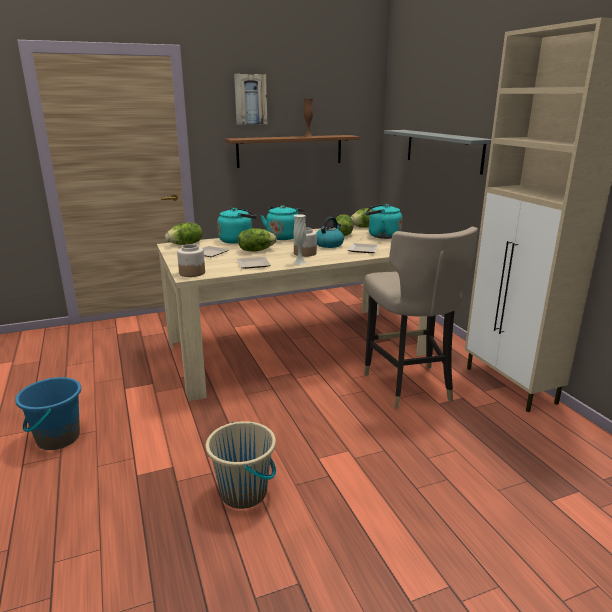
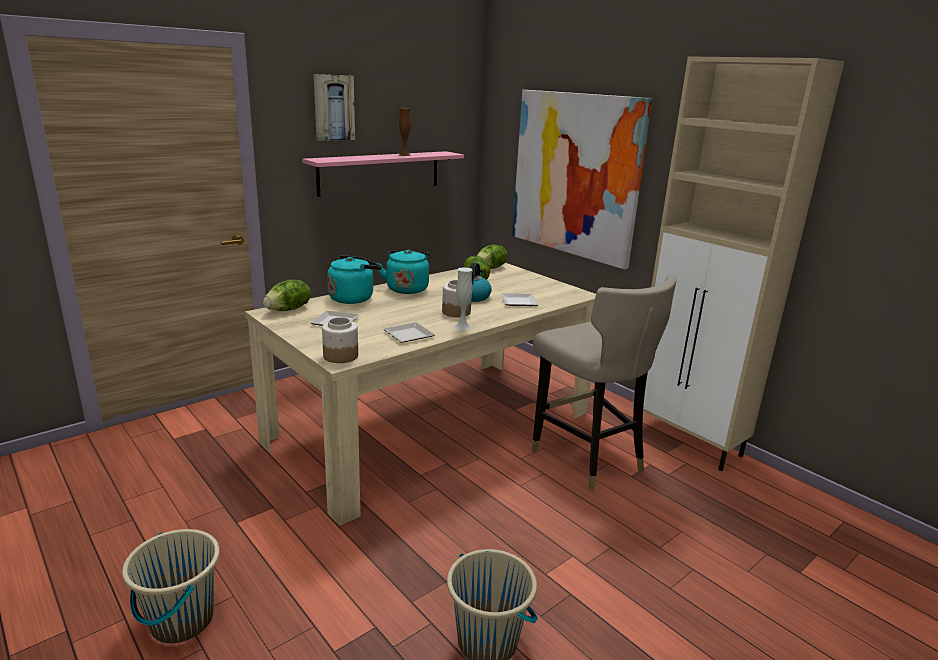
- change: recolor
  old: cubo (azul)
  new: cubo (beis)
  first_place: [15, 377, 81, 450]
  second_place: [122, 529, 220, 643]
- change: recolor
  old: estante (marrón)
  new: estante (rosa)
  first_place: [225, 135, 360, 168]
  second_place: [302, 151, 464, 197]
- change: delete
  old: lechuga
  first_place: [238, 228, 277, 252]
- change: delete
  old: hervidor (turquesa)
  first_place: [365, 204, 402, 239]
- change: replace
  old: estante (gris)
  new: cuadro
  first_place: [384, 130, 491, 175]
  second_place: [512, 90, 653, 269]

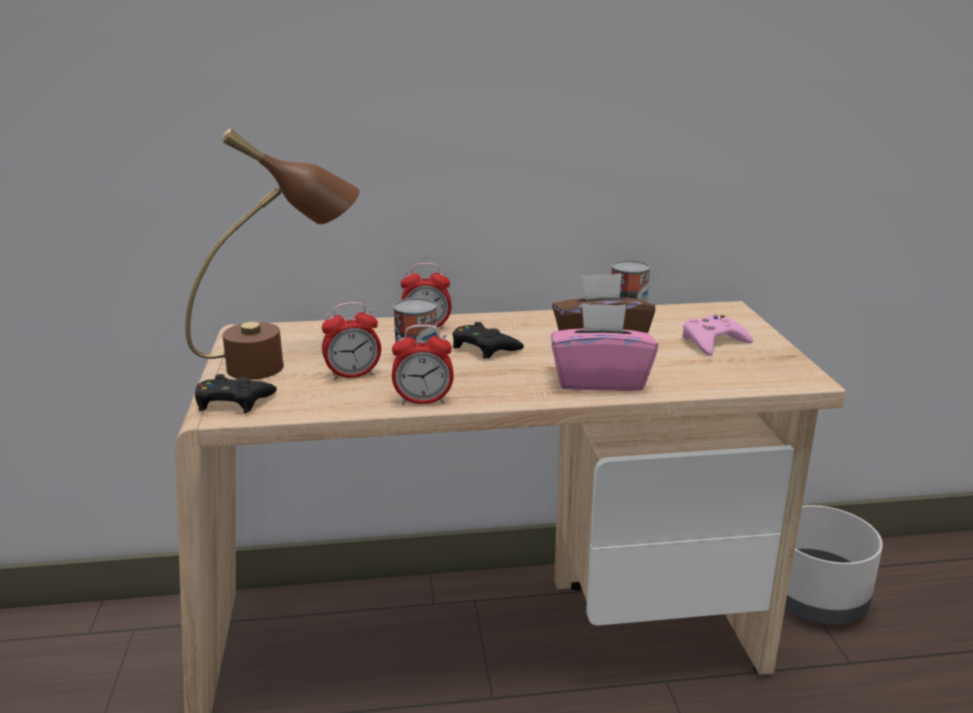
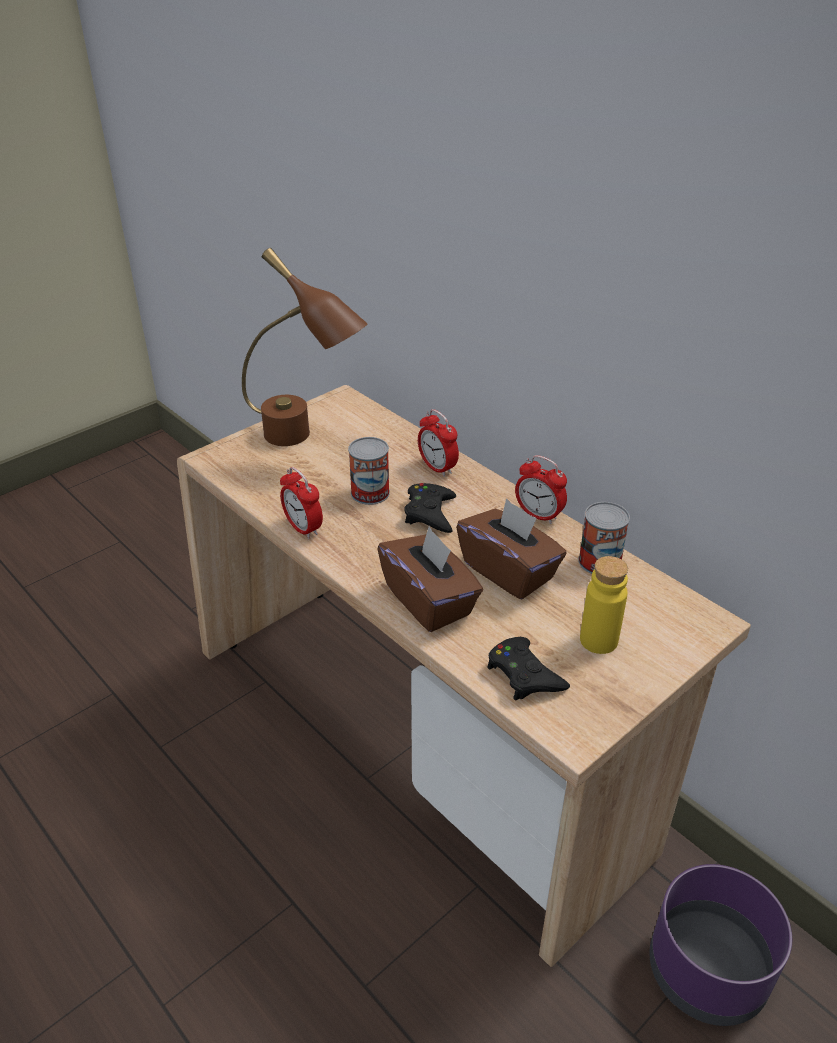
- change: move
  old: mando de consola (negro)
  first_place: [195, 374, 277, 413]
  second_place: [487, 637, 570, 700]
- change: move
  old: despertador
  first_place: [322, 302, 381, 380]
  second_place: [515, 455, 567, 524]
- change: recolor
  old: caja de pañuelos (rosa)
  new: caja de pañuelos (marrón)
  first_place: [551, 303, 658, 391]
  second_place: [377, 526, 483, 632]
- change: replace
  old: mando de consola (rosa)
  new: botella (amarillo)
  first_place: [682, 314, 753, 356]
  second_place: [580, 556, 628, 654]
- change: recolor
  old: maceta (gris)
  new: maceta (morado)
  first_place: [785, 505, 883, 625]
  second_place: [649, 864, 792, 1026]

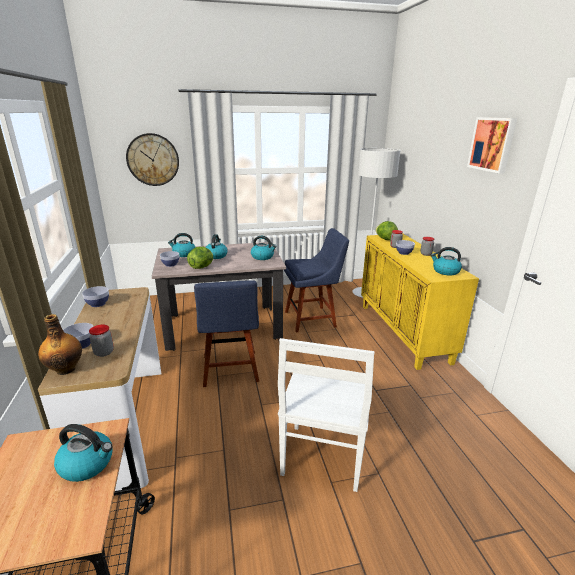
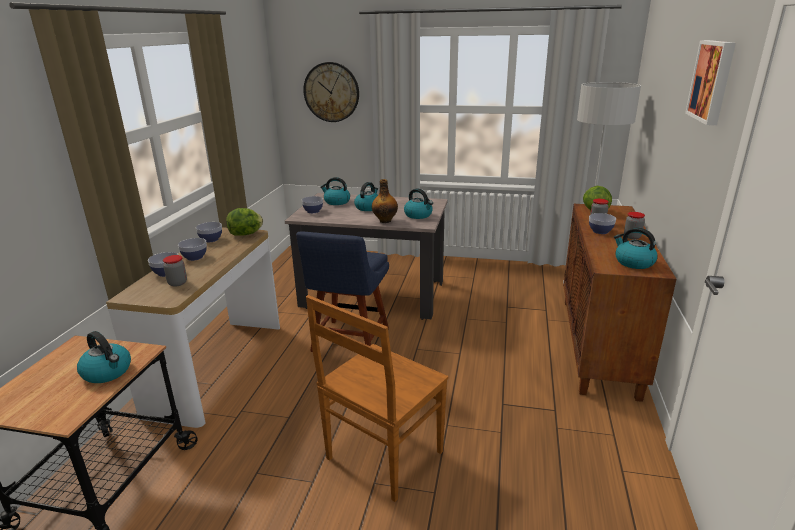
- change: move
  old: botella
  first_place: [38, 314, 82, 375]
  second_place: [372, 179, 398, 223]
- change: move
  old: lechuga
  first_place: [187, 247, 213, 269]
  second_place: [226, 208, 263, 236]
- change: recolor
  old: silla (blanco)
  new: silla (marrón)
  first_place: [278, 338, 374, 492]
  second_place: [306, 295, 448, 502]
- change: delete
  old: silla (azul)
  first_place: [284, 228, 349, 332]
- change: recolor
  old: armario (amarillo)
  new: armario (marrón)
  first_place: [361, 234, 479, 370]
  second_place: [563, 204, 676, 402]
- change: insert
  new: cuenco
  second_place: [178, 238, 207, 261]

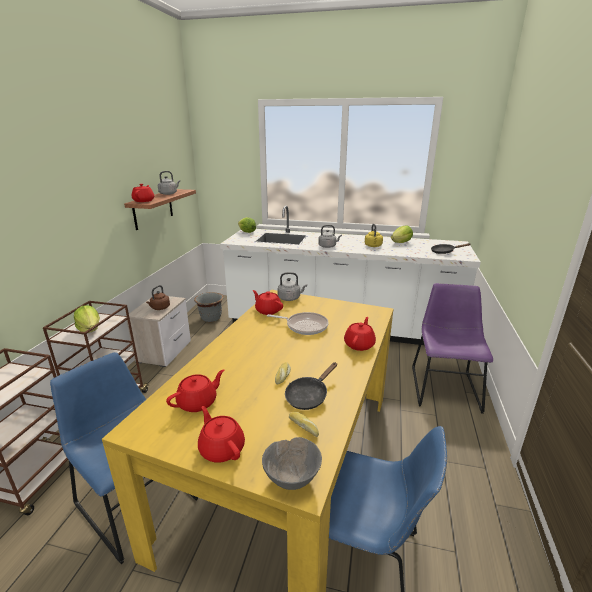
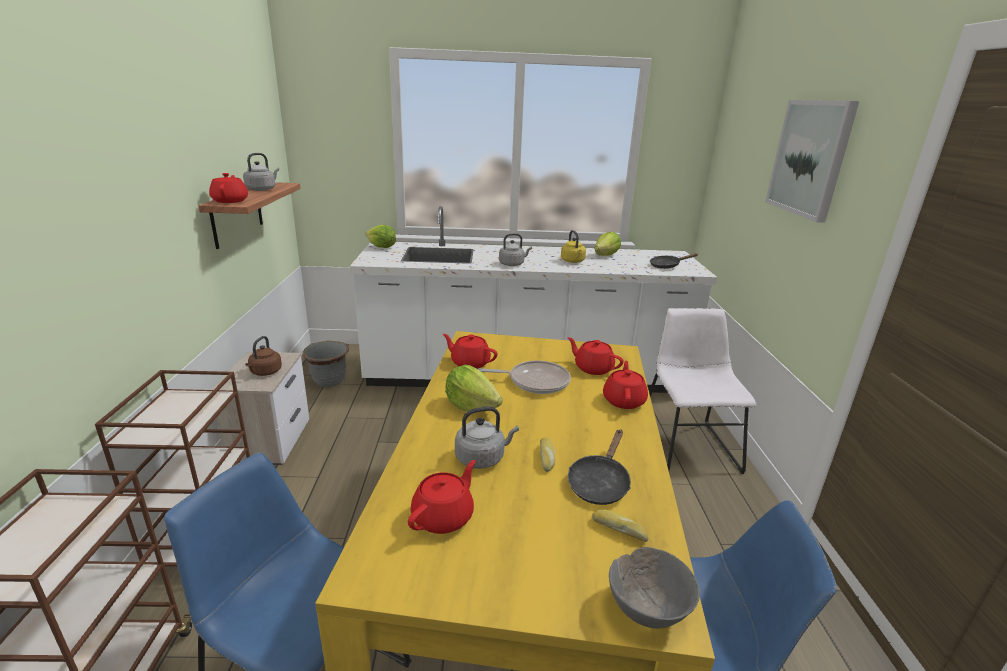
- change: move
  old: lechuga
  first_place: [74, 305, 100, 333]
  second_place: [445, 365, 503, 412]
- change: move
  old: tetera (rojo)
  first_place: [198, 406, 245, 462]
  second_place: [567, 337, 624, 375]
- change: move
  old: hervidor (gris)
  first_place: [278, 272, 307, 301]
  second_place: [455, 406, 519, 469]
- change: recolor
  old: silla (morado)
  new: silla (blanco)
  first_place: [412, 283, 493, 414]
  second_place: [649, 308, 756, 474]
- change: insert
  new: cuadro
  second_place: [765, 100, 859, 223]

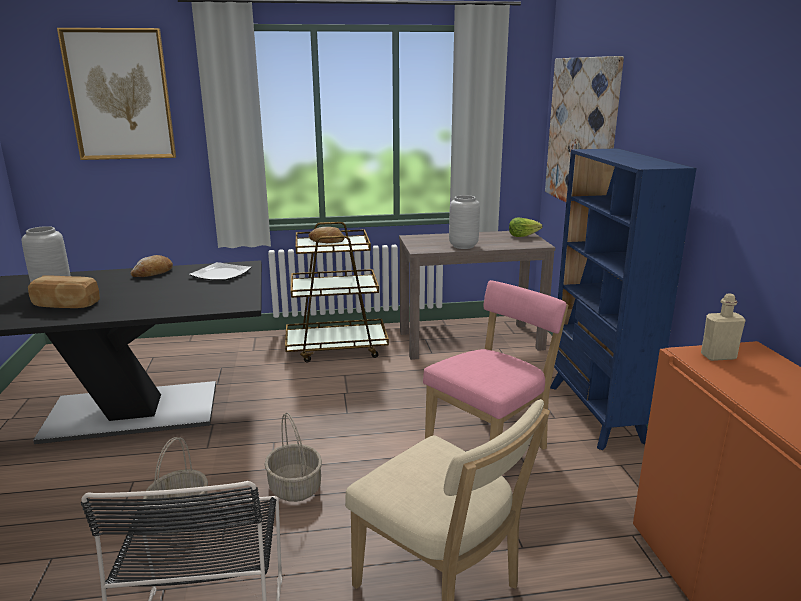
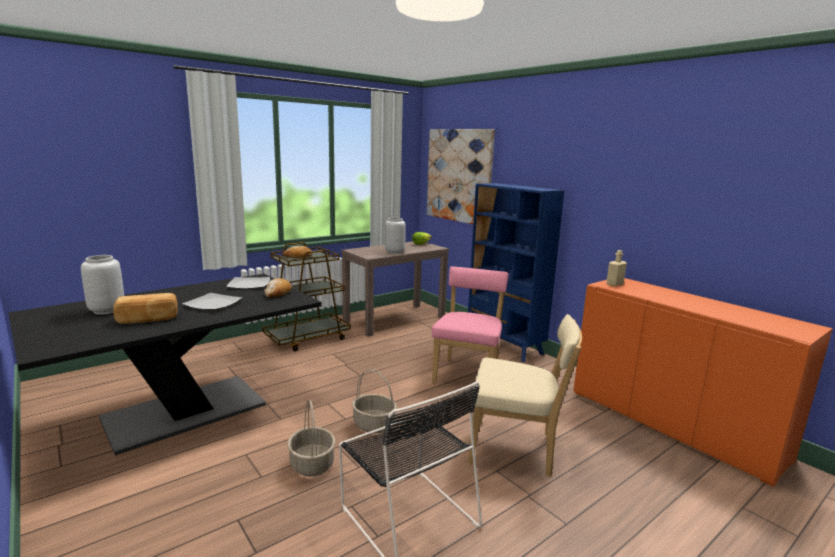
- change: delete
  old: cuadro
  first_place: [57, 28, 176, 160]
- change: move
  old: pan
  first_place: [131, 255, 173, 277]
  second_place: [264, 278, 292, 298]
- change: insert
  new: plato
  second_place: [182, 293, 242, 310]

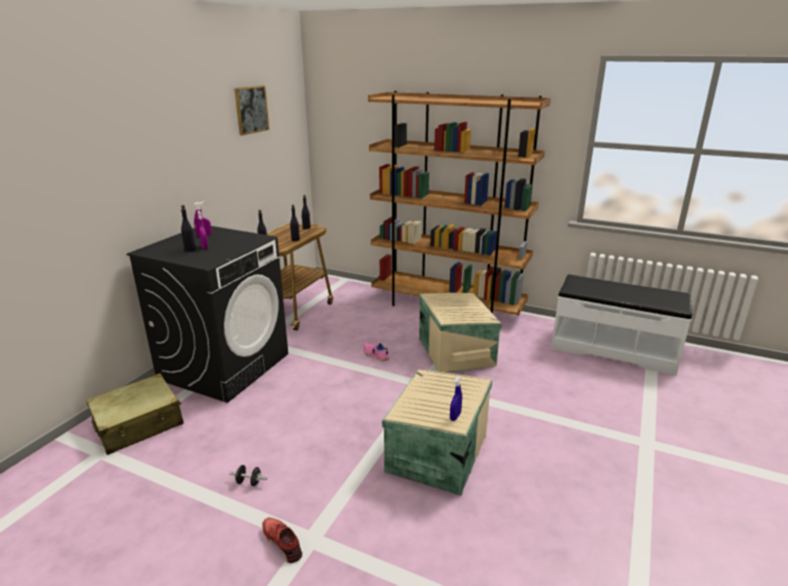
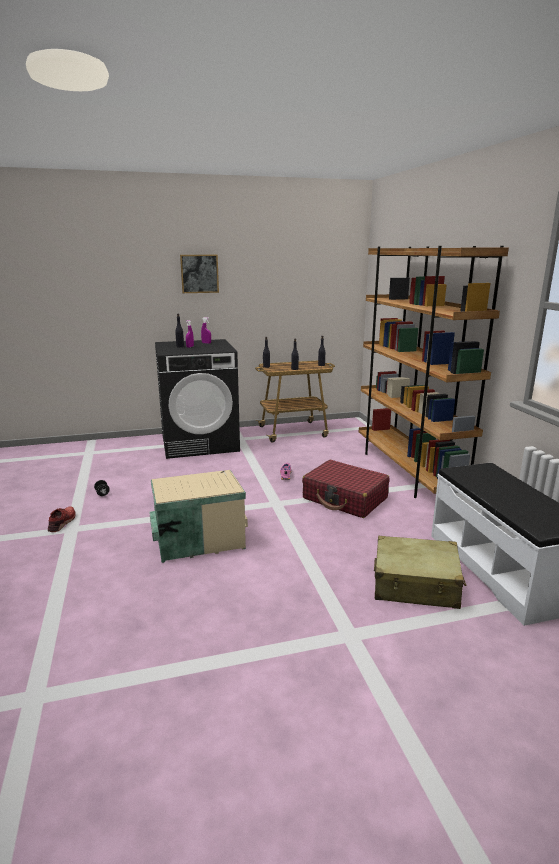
- change: move
  old: maleta (beis)
  first_place: [86, 373, 184, 455]
  second_place: [374, 536, 466, 609]
- change: move
  old: cuadro
  first_place: [234, 85, 269, 135]
  second_place: [180, 255, 219, 293]
- change: replace
  old: caja de almacenaje (beis)
  new: maleta (rojo)
  first_place: [419, 293, 502, 373]
  second_place: [302, 460, 389, 518]
- change: delete
  old: pulverizador (azul)
  first_place: [450, 376, 462, 421]

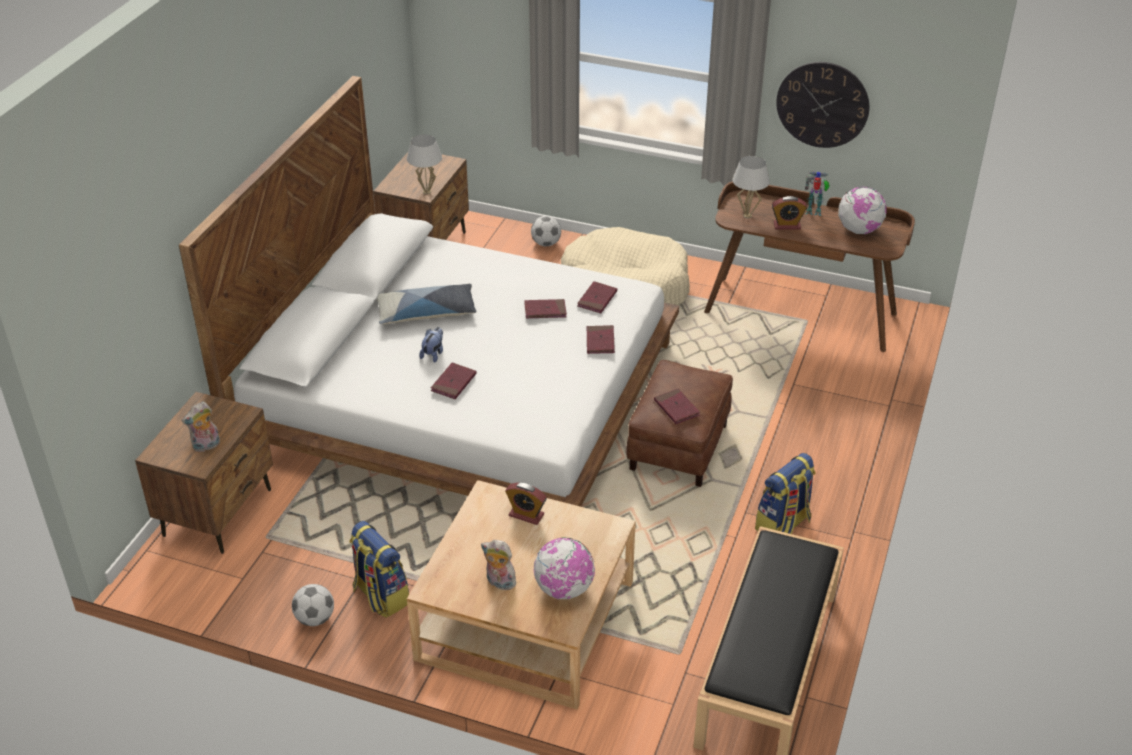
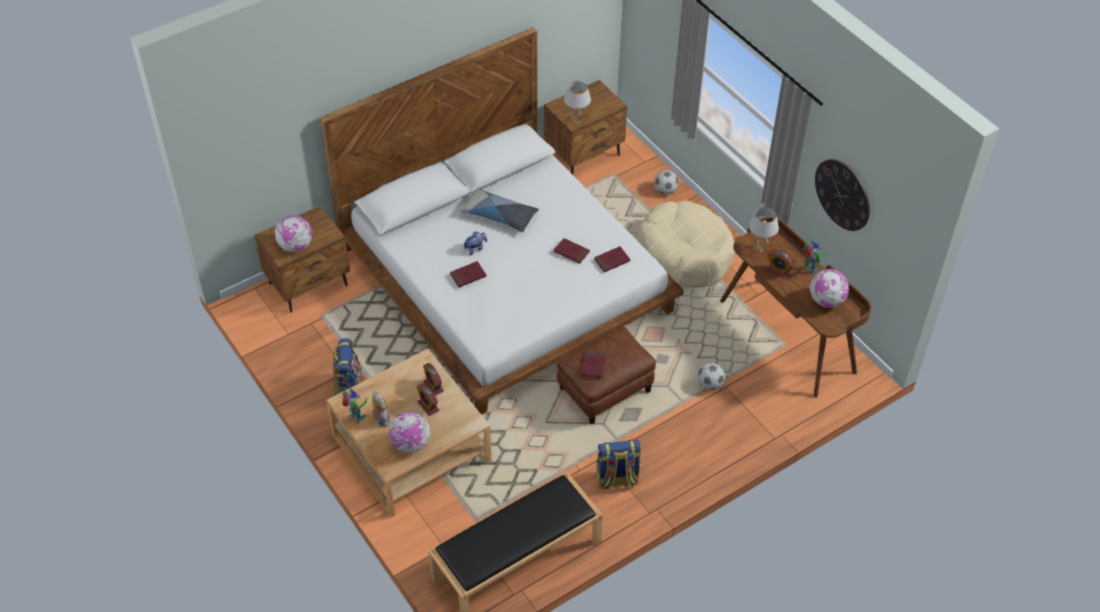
- change: replace
  old: peluche
  new: globo terráqueo
  first_place: [181, 401, 220, 452]
  second_place: [275, 215, 312, 252]
- change: move
  old: balón de fútbol
  first_place: [292, 584, 334, 626]
  second_place: [698, 363, 725, 390]
- change: delete
  old: libro (rojo)
  first_place: [587, 325, 615, 354]
- change: insert
  new: robot de juguete
  second_place: [342, 388, 367, 424]
- change: insert
  new: despertador
  second_place: [417, 383, 439, 416]

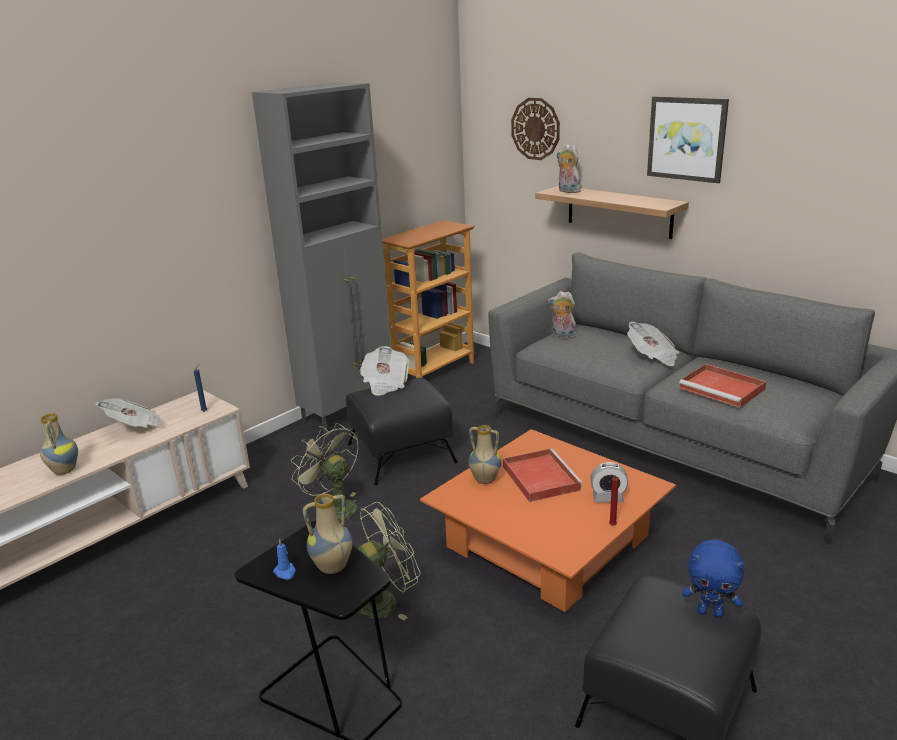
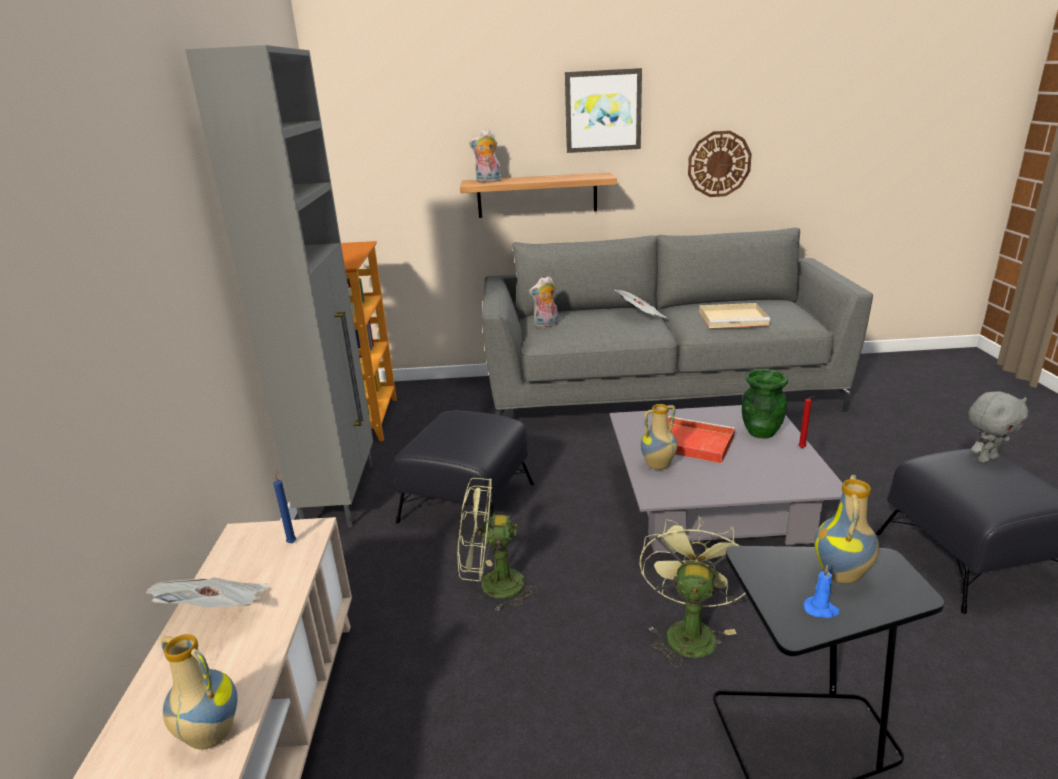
- change: delete
  old: periódico
  first_place: [360, 346, 410, 396]
- change: recolor
  old: mesa de centro (naranja)
  new: mesa de centro (gris)
  first_place: [420, 429, 676, 612]
  second_place: [609, 405, 843, 554]
- change: move
  old: reloj de pared
  first_place: [511, 98, 560, 160]
  second_place: [688, 131, 752, 197]
- change: replace
  old: despertador
  new: florero (verde)
  first_place: [590, 462, 628, 502]
  second_place: [742, 369, 788, 439]
- change: recolor
  old: bandeja (rojo)
  new: bandeja (beis)
  first_place: [679, 364, 766, 408]
  second_place: [699, 303, 770, 328]
- change: recolor
  old: peluche (azul)
  new: peluche (gris)
  first_place: [682, 539, 744, 618]
  second_place: [968, 391, 1028, 463]

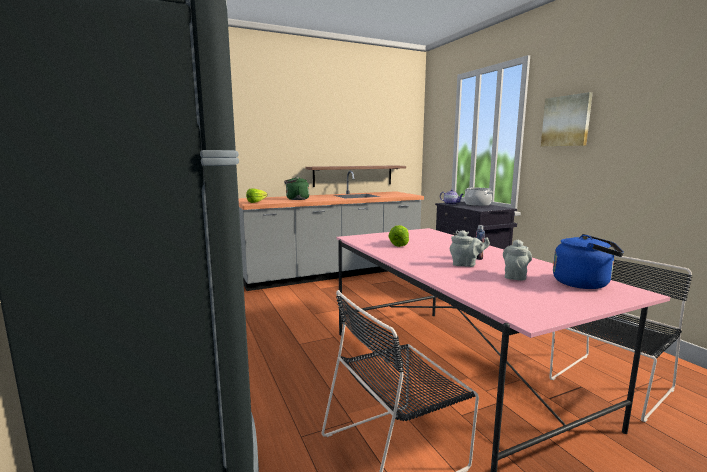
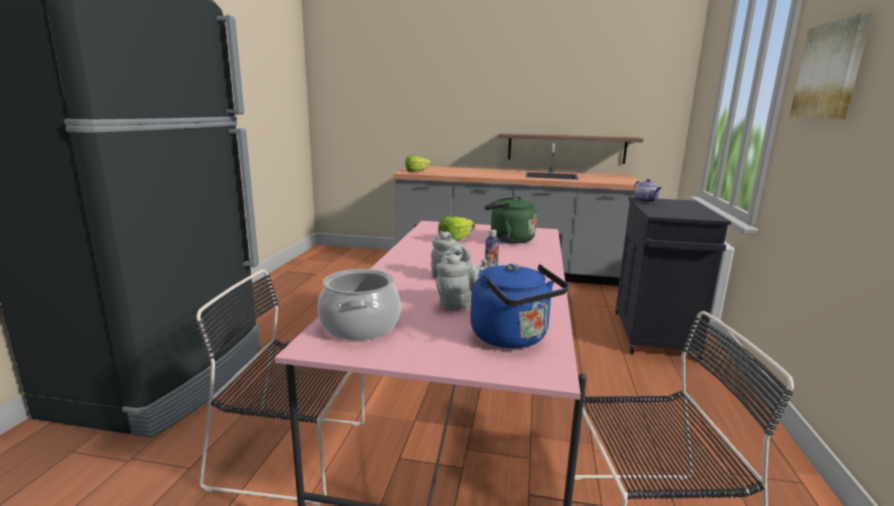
- change: move
  old: hervidor (verde)
  first_place: [284, 177, 309, 200]
  second_place: [485, 197, 537, 244]
- change: move
  old: olla
  first_place: [464, 188, 493, 206]
  second_place: [318, 269, 401, 340]

